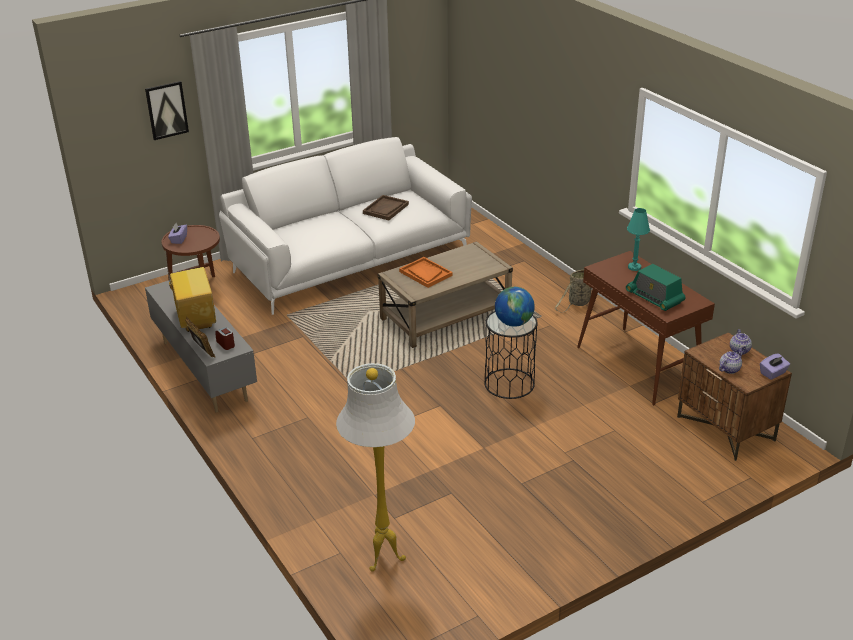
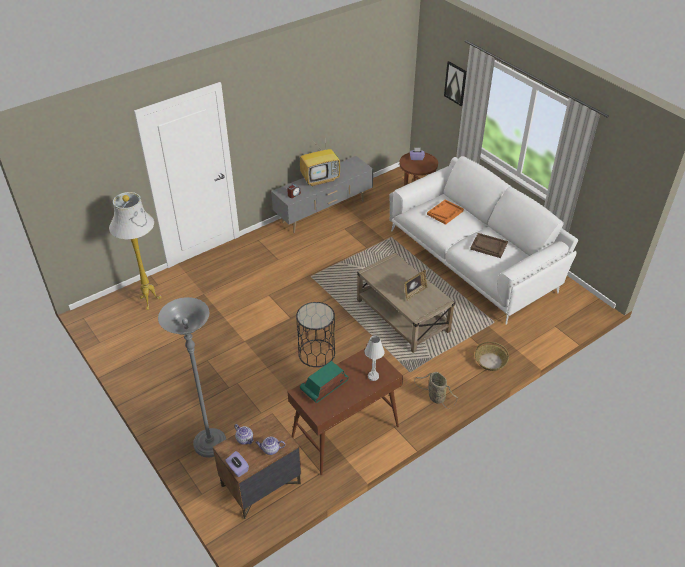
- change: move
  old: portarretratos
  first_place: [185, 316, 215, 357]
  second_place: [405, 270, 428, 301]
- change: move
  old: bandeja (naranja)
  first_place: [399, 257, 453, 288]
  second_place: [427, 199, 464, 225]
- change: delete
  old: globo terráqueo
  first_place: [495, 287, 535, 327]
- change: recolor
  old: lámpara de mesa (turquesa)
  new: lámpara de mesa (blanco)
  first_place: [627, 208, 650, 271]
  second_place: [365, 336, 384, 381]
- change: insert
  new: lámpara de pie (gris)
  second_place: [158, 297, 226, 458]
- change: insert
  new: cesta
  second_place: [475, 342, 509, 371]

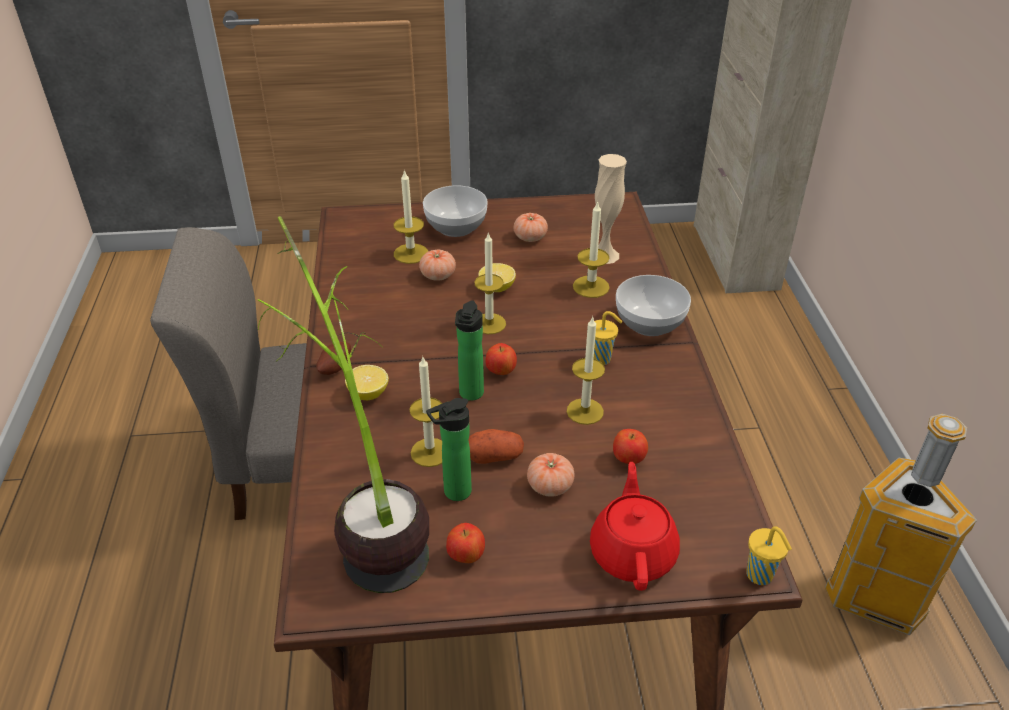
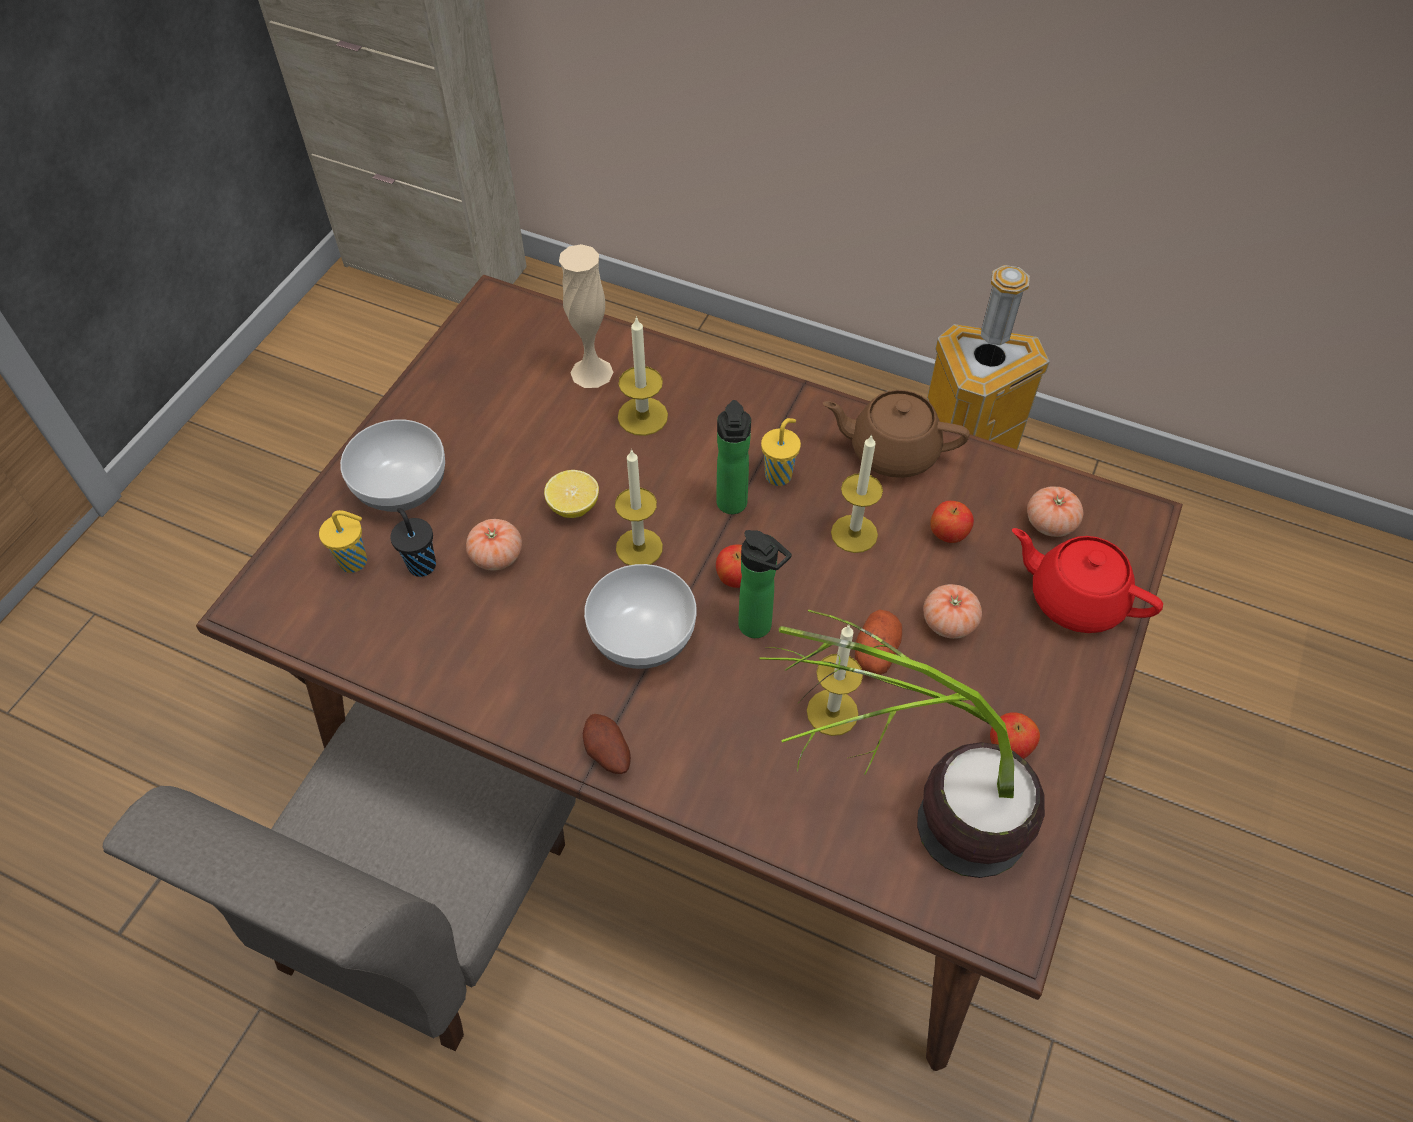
- change: delete
  old: limón
  first_place: [345, 365, 389, 400]
- change: replace
  old: vela
  new: taza (negro)
  first_place: [394, 169, 428, 264]
  second_place: [390, 508, 436, 577]
- change: move
  old: botella
  first_place: [426, 398, 472, 501]
  second_place: [716, 400, 751, 514]
- change: move
  old: tomate
  first_place: [514, 213, 548, 242]
  second_place: [1027, 486, 1083, 537]
- change: move
  old: cuenco
  first_place: [616, 275, 691, 336]
  second_place: [584, 564, 697, 669]
- change: move
  old: taza (amarillo)
  first_place: [746, 526, 792, 585]
  second_place: [319, 510, 367, 573]
- change: insert
  new: tetera (marrón)
  second_place: [823, 390, 970, 478]

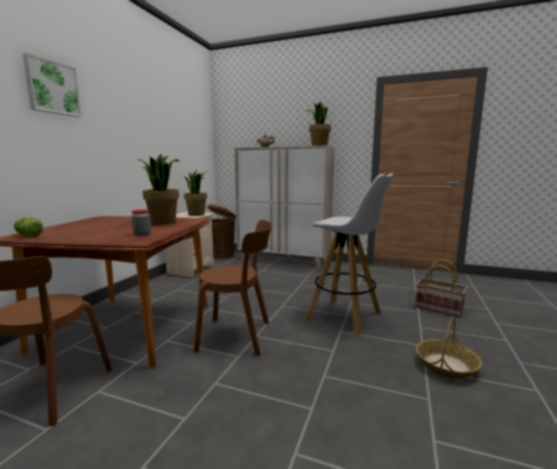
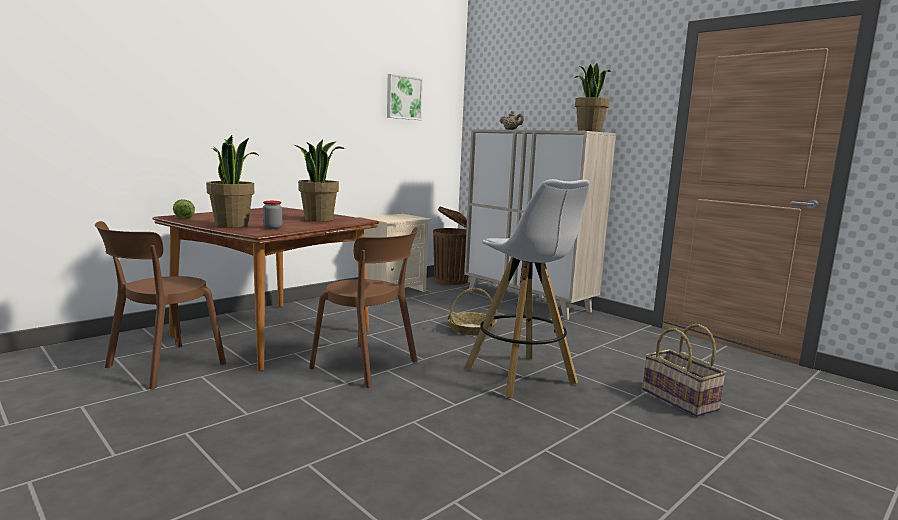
- change: move
  old: cuadro
  first_place: [23, 53, 82, 117]
  second_place: [387, 74, 423, 120]
- change: move
  old: planta en maceta
  first_place: [184, 170, 207, 216]
  second_place: [206, 135, 258, 228]
- change: move
  old: cesta
  first_place: [416, 317, 482, 379]
  second_place: [447, 288, 497, 335]

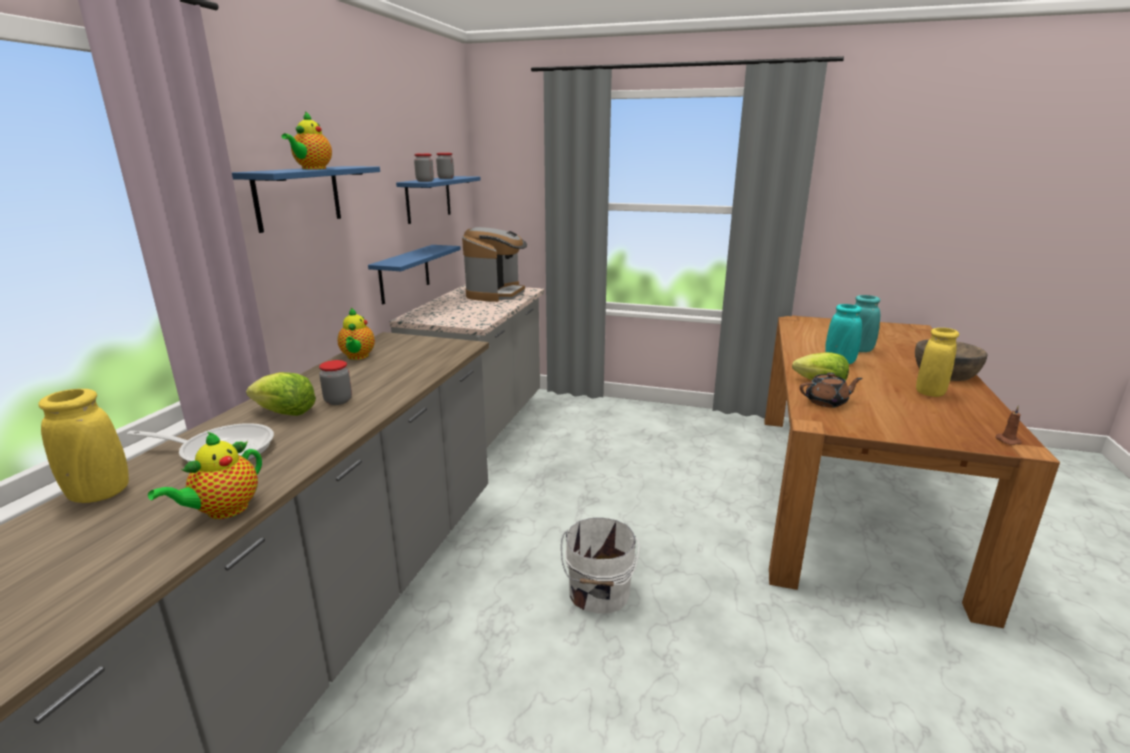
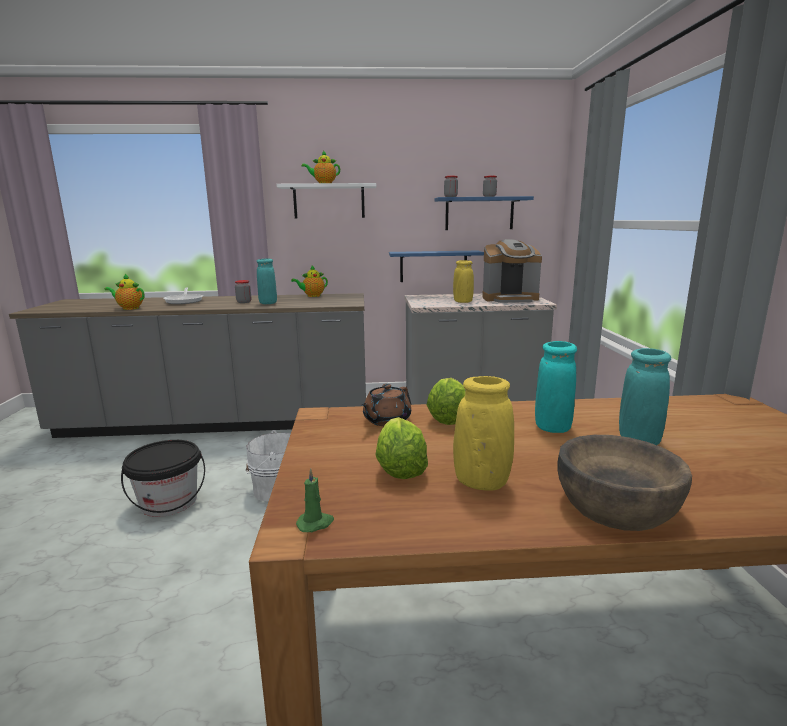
- change: move
  old: florero (amarillo)
  first_place: [38, 389, 129, 503]
  second_place: [453, 260, 474, 303]
- change: recolor
  old: estante (azul)
  new: estante (blanco)
  first_place: [232, 166, 380, 233]
  second_place: [277, 183, 376, 218]
- change: move
  old: lechuga
  first_place: [246, 372, 316, 416]
  second_place: [375, 417, 428, 479]
- change: rotate
  old: tetera (marrón)
  first_place: [800, 372, 863, 408]
  second_place: [361, 384, 411, 426]
  degrees: 60
- change: recolor
  old: vela (marrón)
  new: vela (verde)
  first_place: [996, 405, 1022, 445]
  second_place: [296, 468, 334, 532]
- change: insert
  new: cubo (negro)
  second_place: [121, 440, 205, 517]
- change: insert
  new: florero (turquesa)
  second_place: [257, 259, 277, 304]

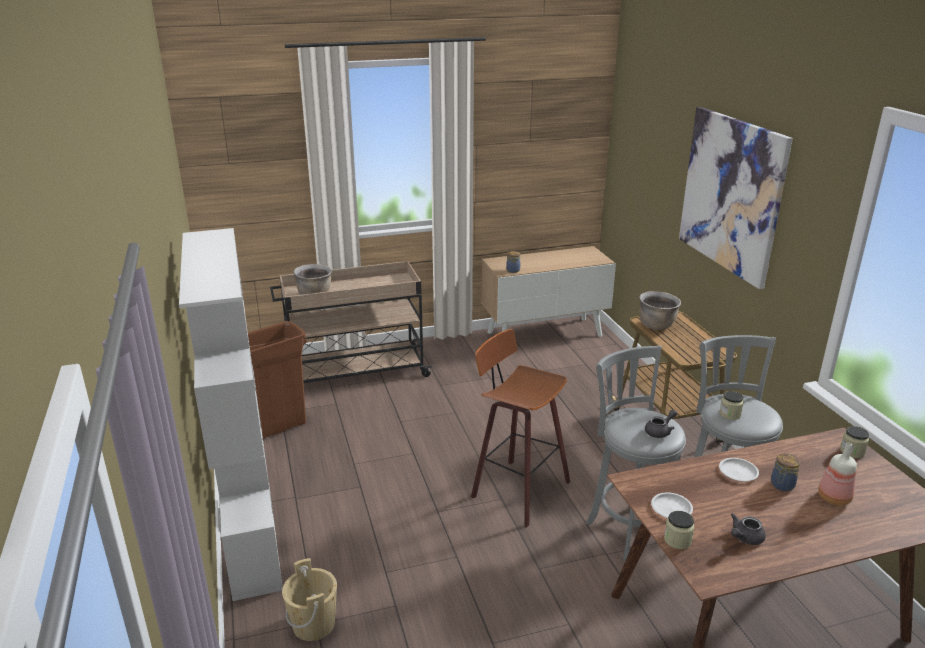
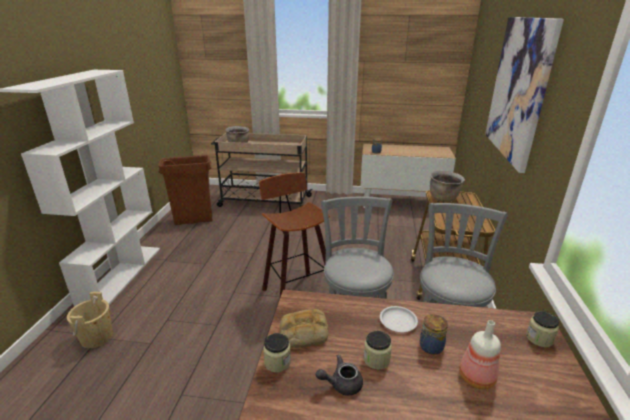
- change: delete
  old: tetera (gris)
  first_place: [645, 409, 677, 438]
- change: replace
  old: plato (blanco)
  new: pan
  first_place: [651, 492, 693, 518]
  second_place: [280, 309, 328, 348]
- change: move
  old: tarro
  first_place: [719, 391, 744, 420]
  second_place: [364, 331, 392, 370]

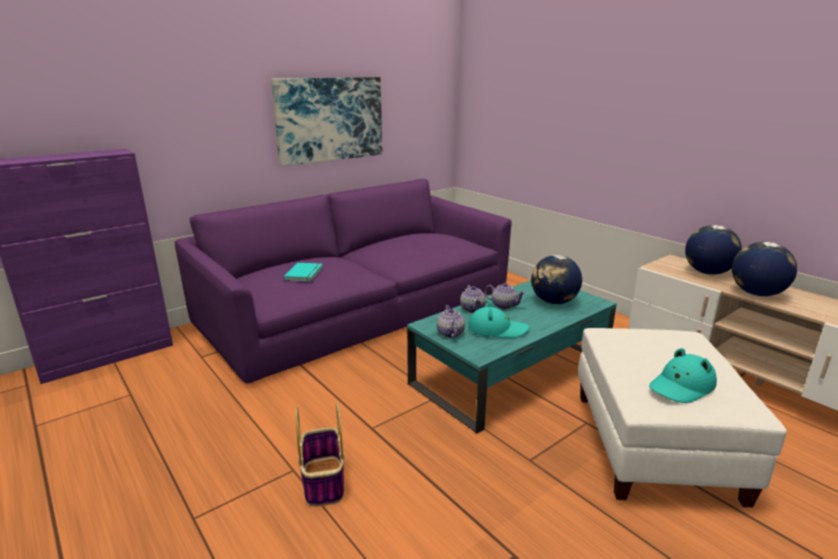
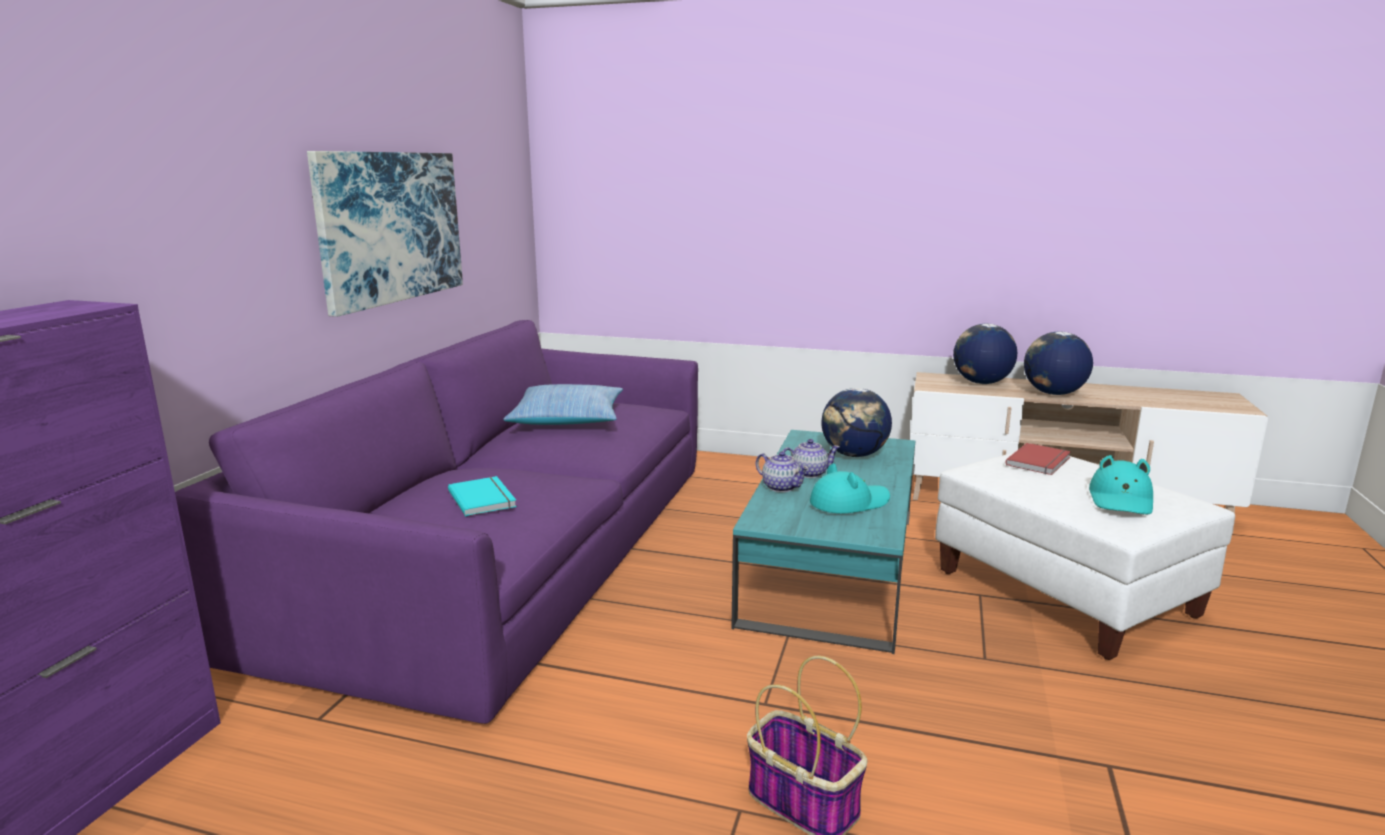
- change: delete
  old: tetera
  first_place: [437, 305, 465, 338]
- change: insert
  new: cojín
  second_place: [504, 384, 623, 425]
- change: insert
  new: libro (rojo)
  second_place: [1006, 443, 1071, 475]

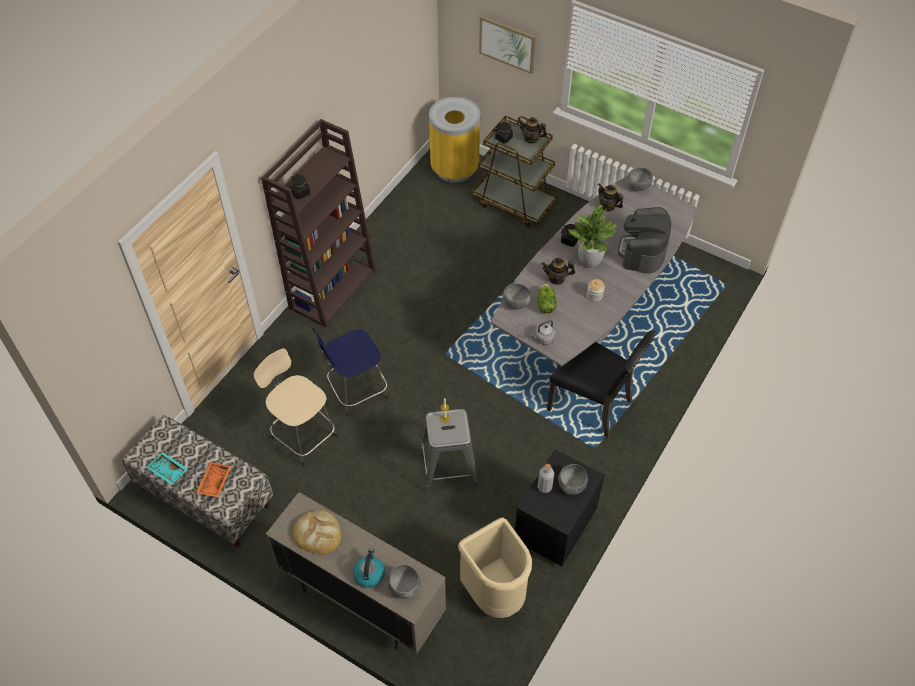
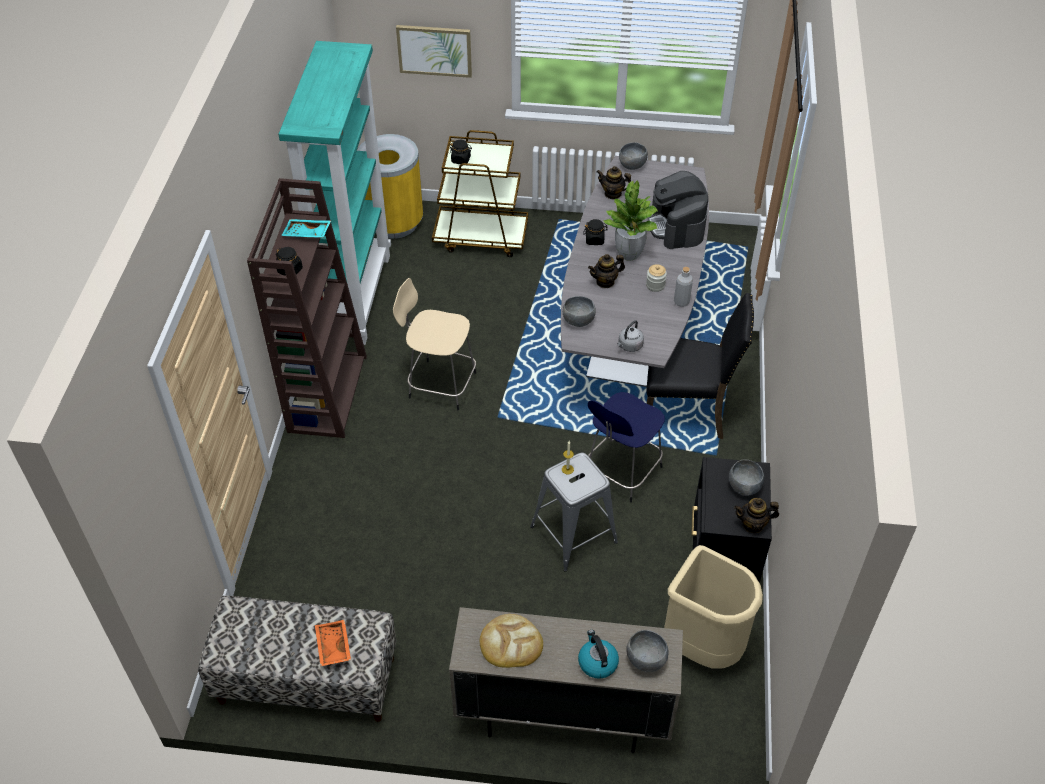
- change: move
  old: bandeja (turquesa)
  first_place: [146, 452, 188, 485]
  second_place: [281, 219, 331, 238]
- change: move
  old: taburete (beis)
  first_place: [254, 348, 338, 466]
  second_place: [393, 278, 476, 410]
- change: move
  old: taburete (azul)
  first_place: [312, 328, 389, 416]
  second_place: [588, 392, 665, 503]
- change: move
  old: tetera
  first_place: [518, 117, 547, 144]
  second_place: [734, 498, 779, 533]
- change: delete
  old: lechuga
  first_place: [537, 283, 557, 314]
- change: move
  old: botella (gris)
  first_place: [538, 464, 554, 493]
  second_place: [674, 267, 693, 307]
- change: insert
  new: estantería (turquesa)
  second_place: [278, 41, 391, 345]

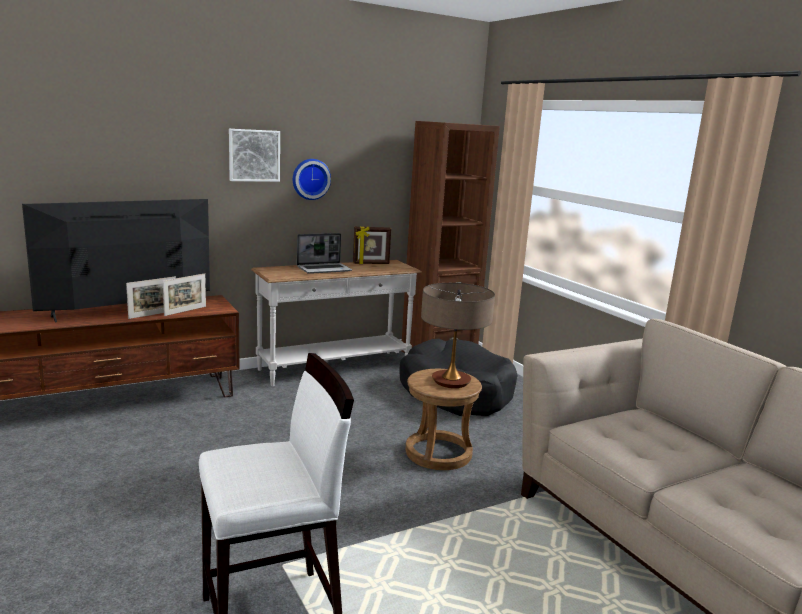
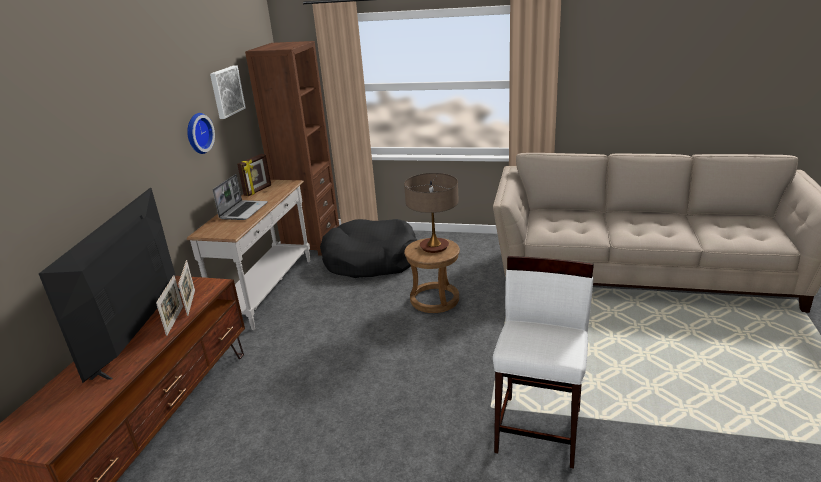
- change: move
  old: cuadro
  first_place: [229, 129, 280, 182]
  second_place: [210, 65, 246, 119]

